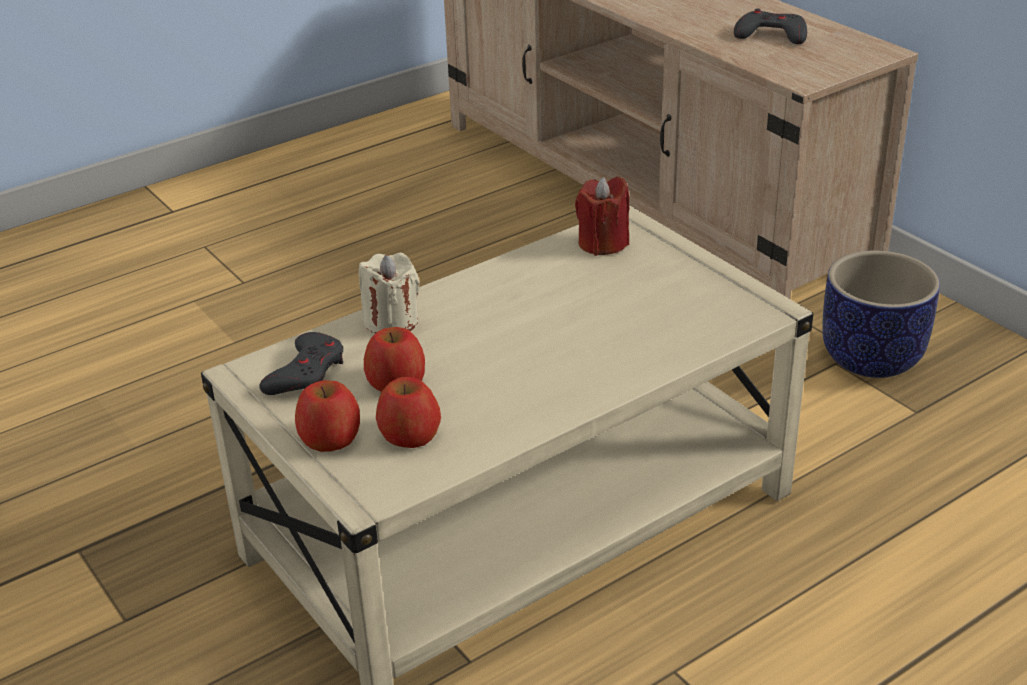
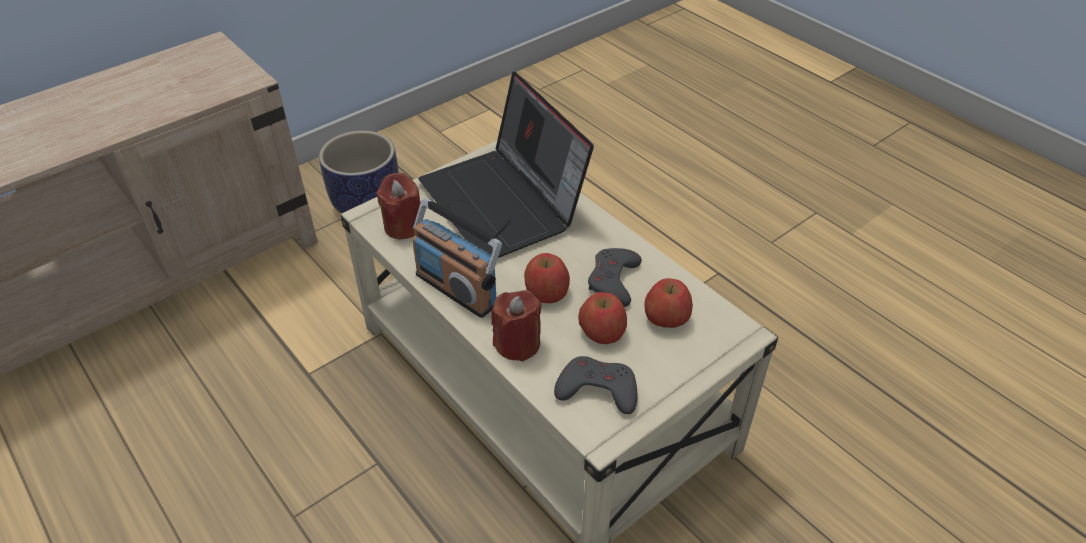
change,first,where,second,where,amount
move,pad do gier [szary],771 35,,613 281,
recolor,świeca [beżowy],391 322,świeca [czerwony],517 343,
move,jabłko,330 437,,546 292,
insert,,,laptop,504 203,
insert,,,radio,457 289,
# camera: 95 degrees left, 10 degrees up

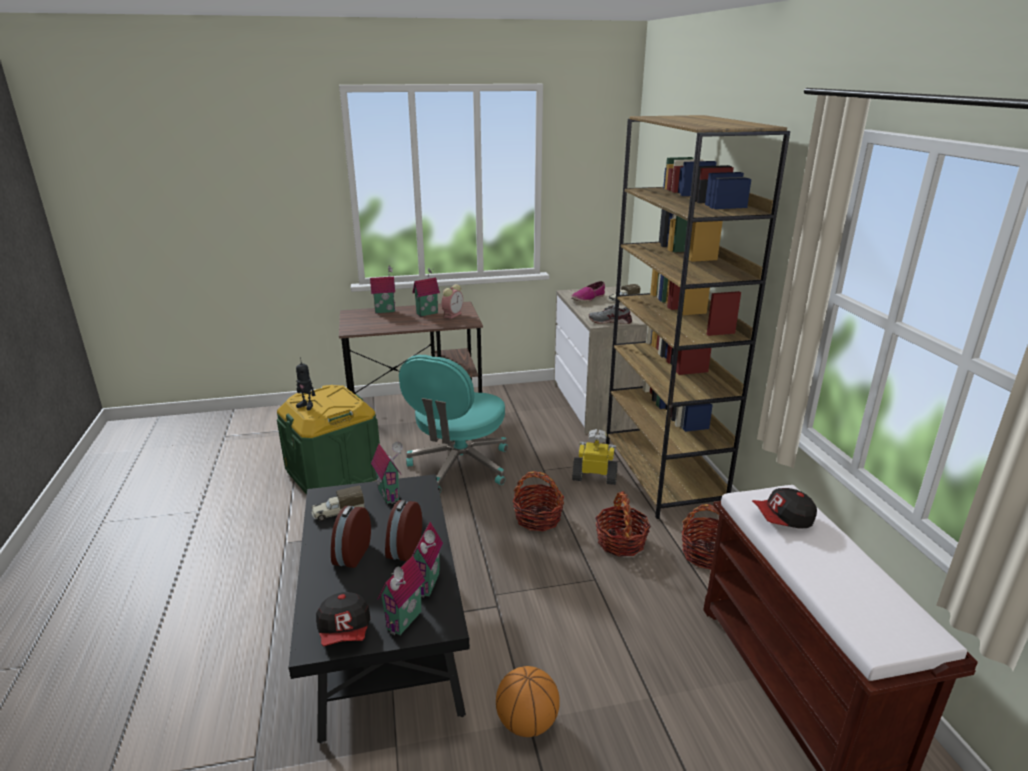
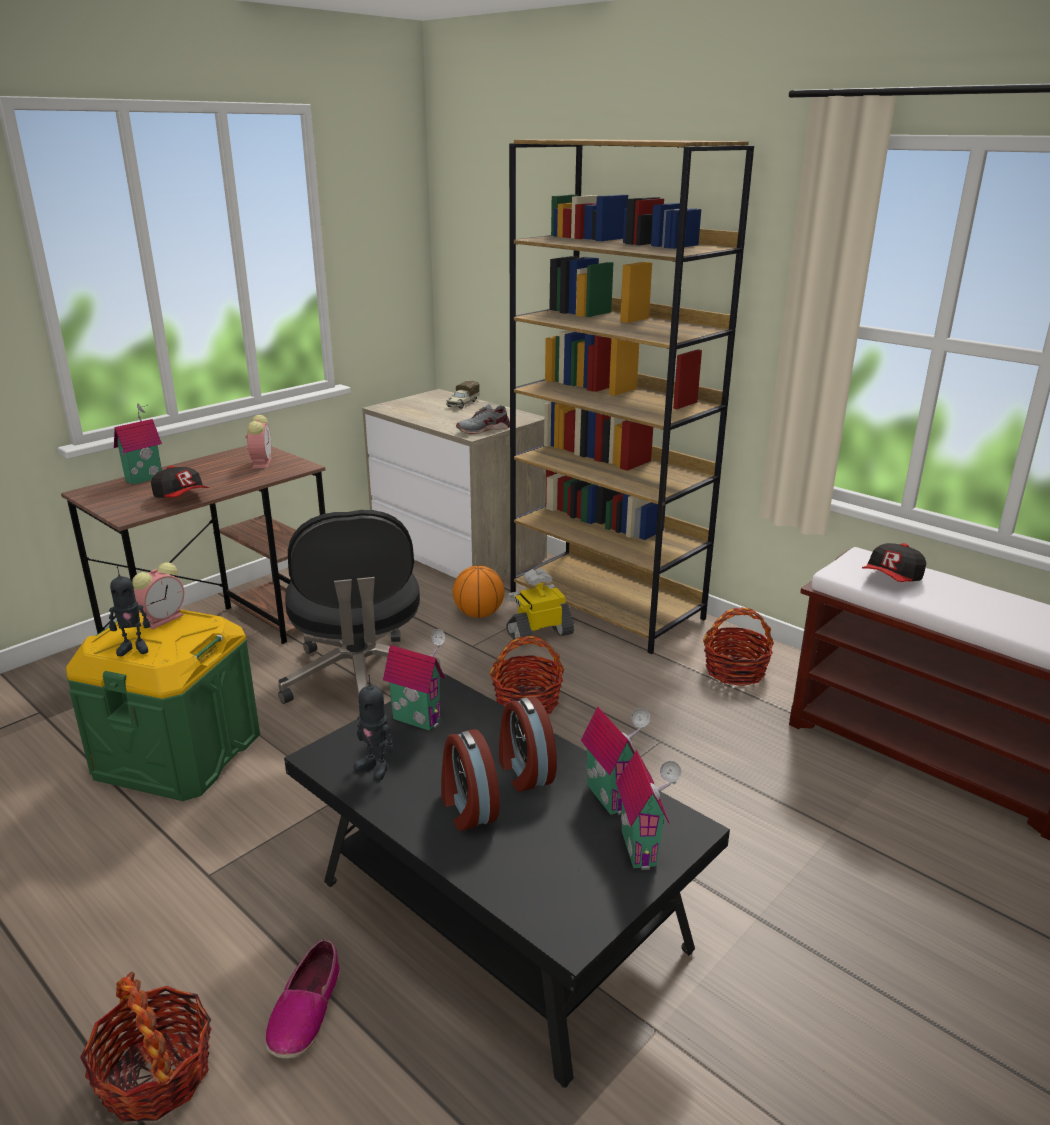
change,first,where,second,where,amount
delete,domek,426 313,,,
move,but,588 298,,305 1010,
recolor,krzesło biurowe [turkusowy],459 467,krzesło biurowe [czarny],360 680,
replace,ciężarówka zabawkowa,338 512,robot zabawkowy,375 767,
move,koszyk,620 542,,156 1074,
move,czapka z daszkiem,345 631,,182 498,
move,piłka do koszykówki,527 723,,479 614,
insert,,,budzik,164 618,
# camera: 35 degrees left, 0 degrees up

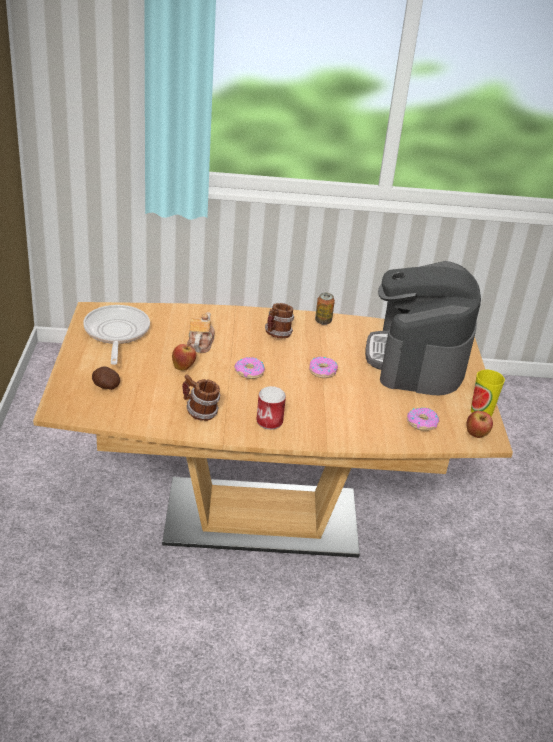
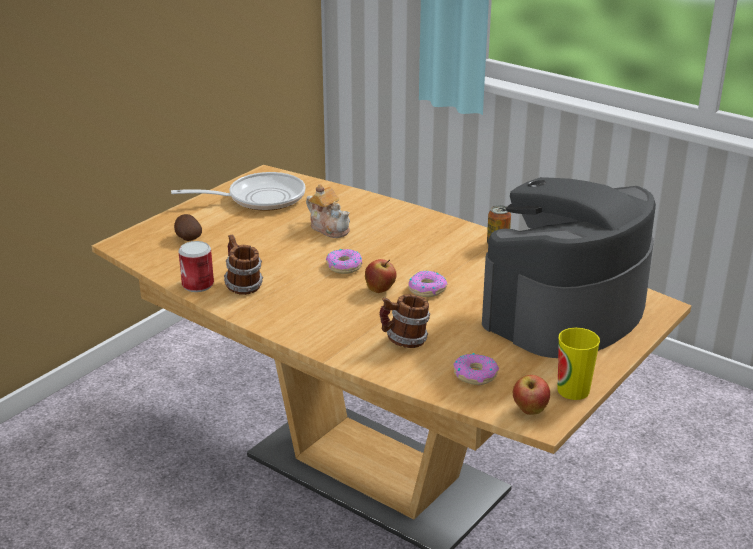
change,first,where,second,where,amount
move,kubek,277 335,,404 341,
rotate,patelnia,116 334,,259 198,45 degrees clockwise
rotate,imbryk,200 343,,329 228,90 degrees clockwise
move,jabłko,183 367,,380 290,
move,puszka,269 422,,198 284,
# camera: 40 degrees right, 5 degrees down

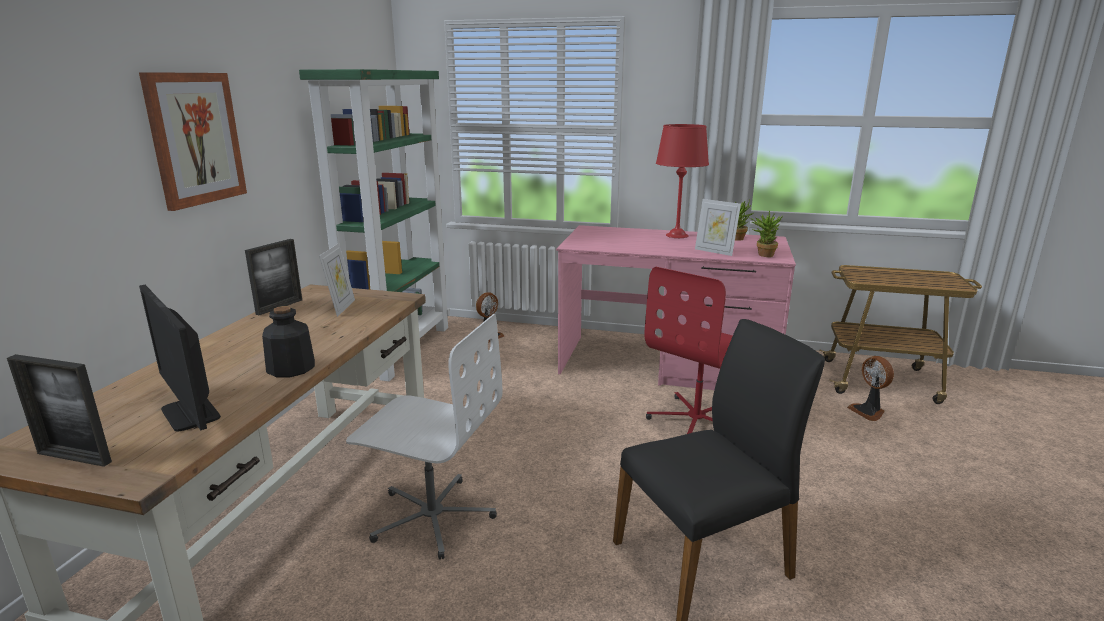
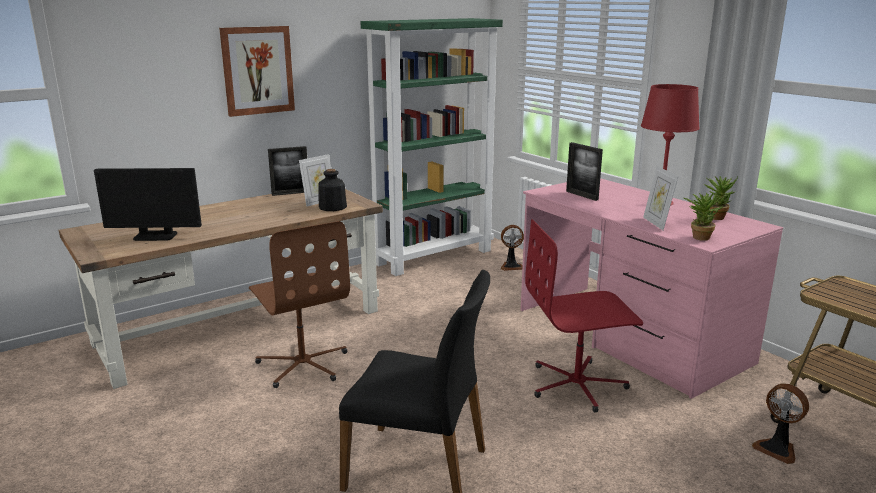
change,first,where,second,where,amount
rotate,monitor,191 413,,155 236,90 degrees counterclockwise
move,butelka,290 368,,332 207,
recolor,krzesło biurowe [biały],432 516,krzesło biurowe [brązowy],303 364,
move,ramka na zdjęcie,74 457,,582 195,
rotate,wentylator,868 411,,777 449,60 degrees counterclockwise
# camera: 40 degrees right, 0 degrees up

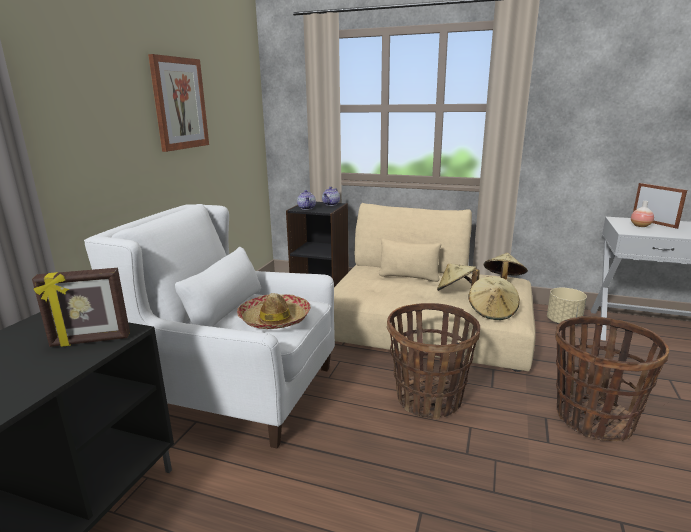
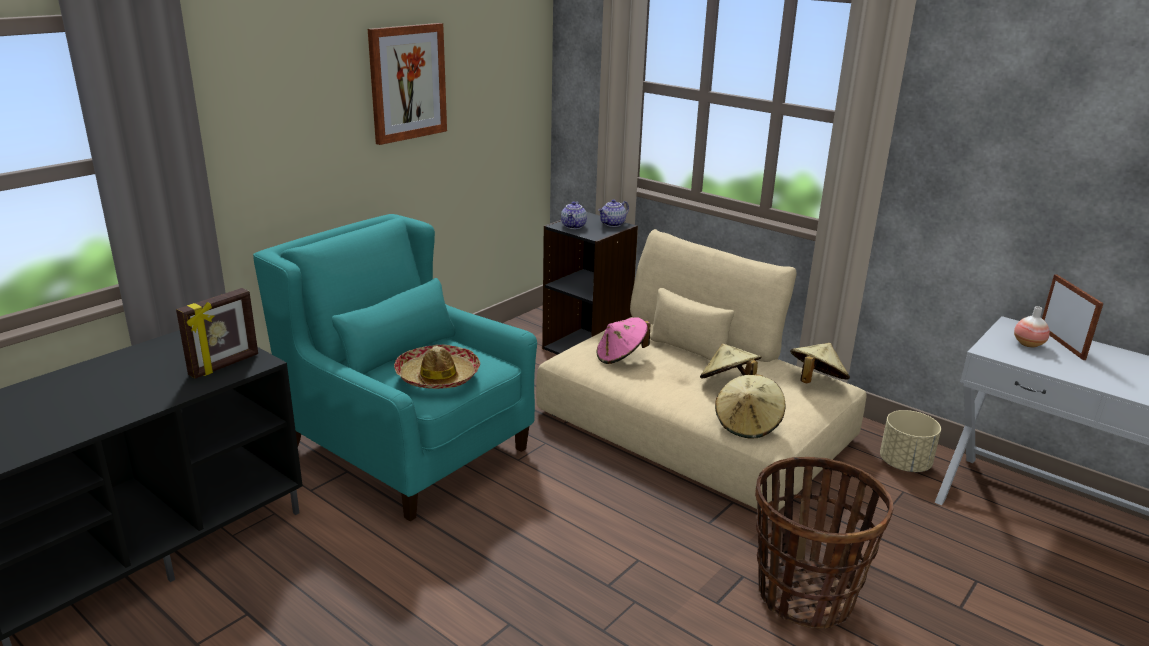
change,first,where,second,where,amount
recolor,fotel [biały],237 390,fotel [turkusowy],408 448,
rotate,ramka na zdjęcie,90 341,,225 365,60 degrees counterclockwise
delete,koszyk,429 398,,,
insert,,,kapelusz [różowy],621 357,
# camera: 20 degrees right, 5 degrees up

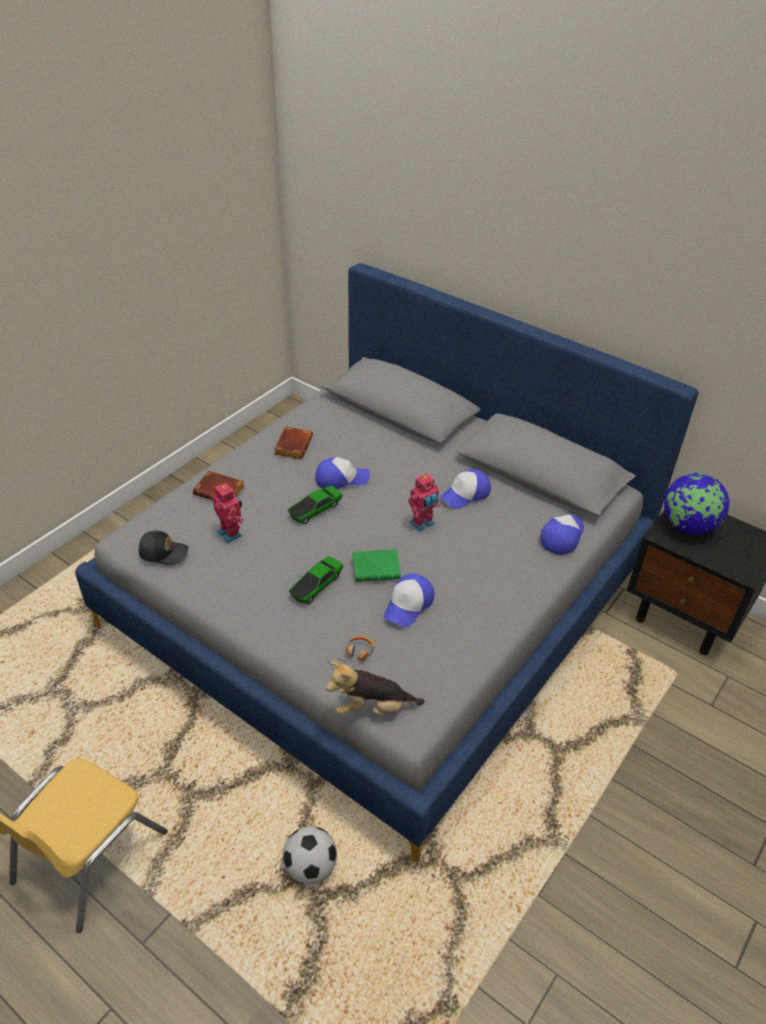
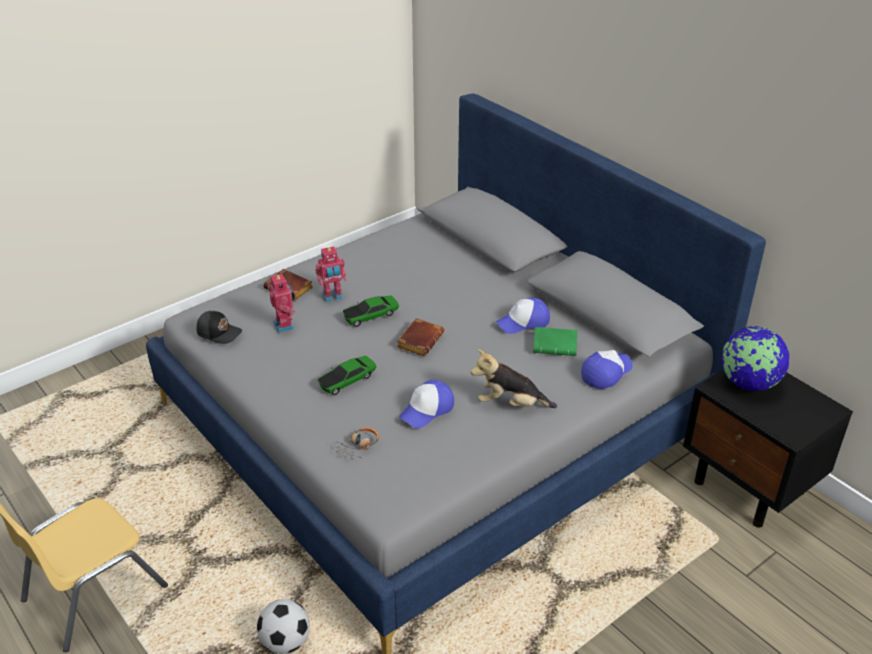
change,first,where,second,where,amount
move,książka [brązowy],292 445,,419 340,
delete,czapka z daszkiem,341 478,,,
move,robot zabawkowy,422 524,,333 297,
move,książka [zielony],377 568,,556 345,
move,pluszak,372 708,,510 404,
# camera: 15 degrees right, 5 degrees down

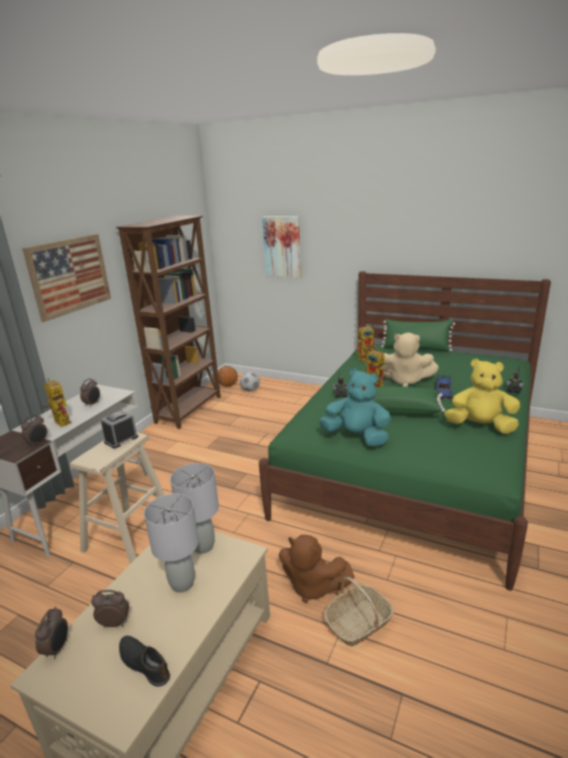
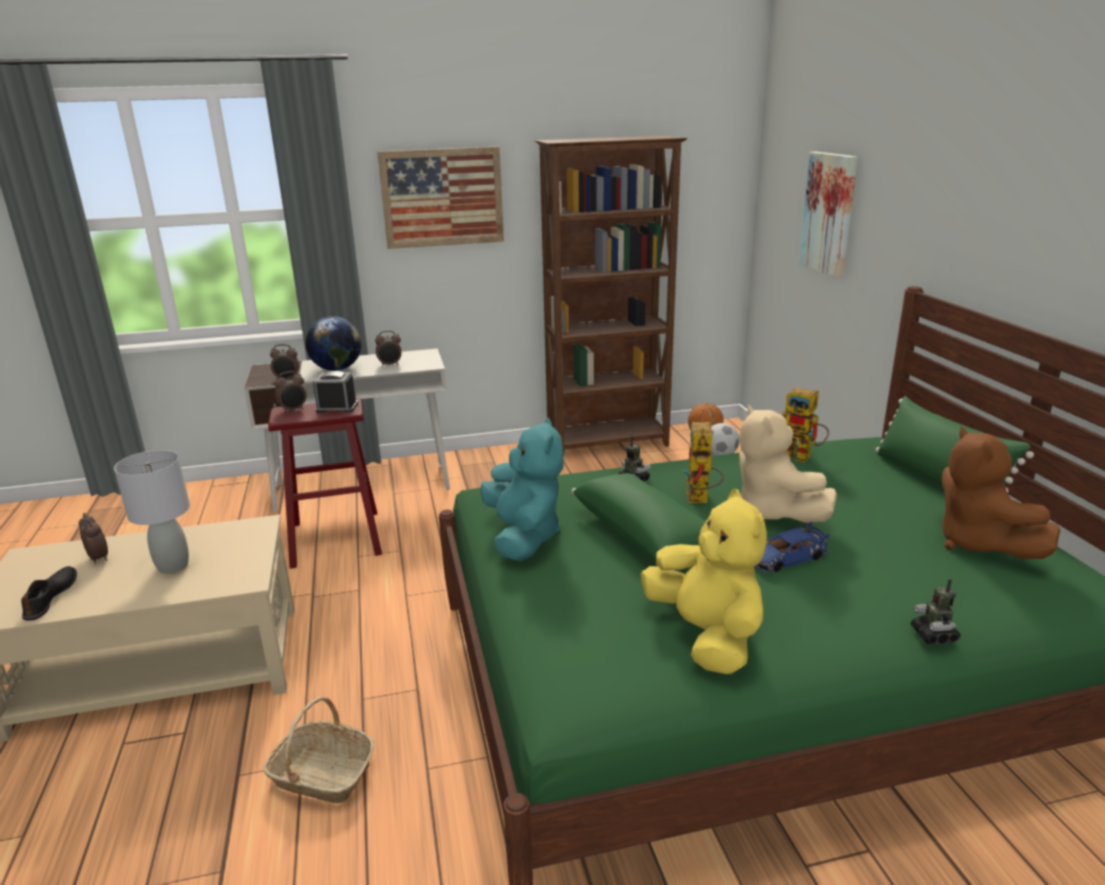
change,first,where,second,where,amount
replace,robot zabawkowy,59 422,globus,337 369,
recolor,stołek [beżowy],130 538,stołek [czerwony],335 538,
delete,lampa stołowa [szary],203 546,,,
move,pluszak [brązowy],312 586,,978 543,
move,budzik,57 648,,293 410,
# camera: 50 degrees right, 0 degrees up

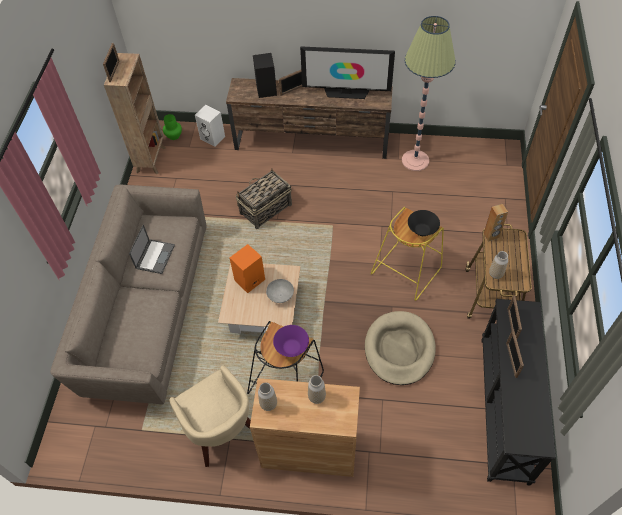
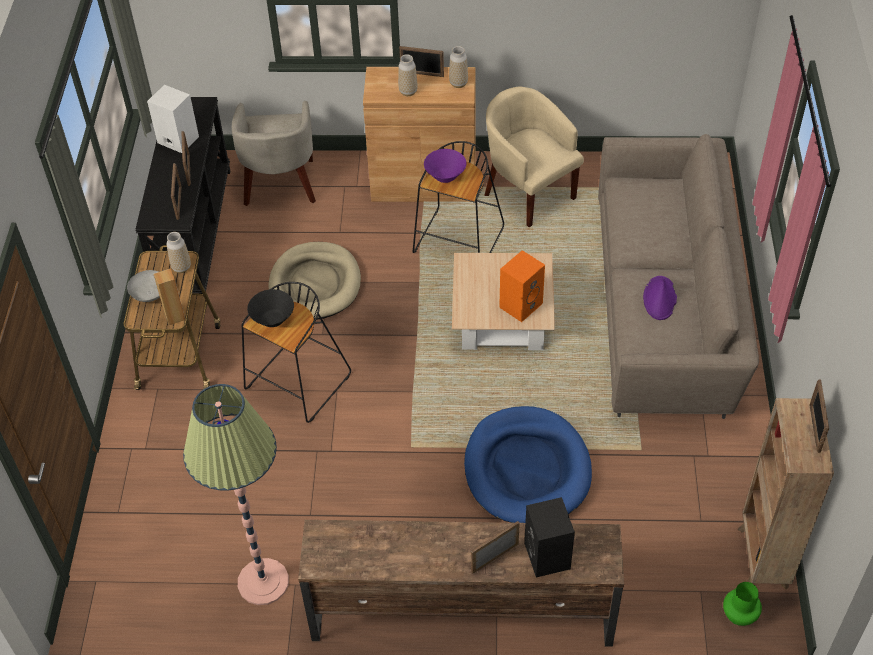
change,first,where,second,where,amount
delete,telewizor,346 92,,,
move,głośnik [biały],213 137,,177 140,
replace,koszyk,265 209,legowisko [niebieski],527 469,
recolor,stołek [żółty],406 270,stołek [czarny],298 384,
replace,laptop,155 256,kapelusz [fioletowy],660 299,
move,miska [szary],281 295,,149 295,
insert,,,ramka na zdjęcie,422 74,
insert,,,fotel [beżowy],280 185,
# camera: 175 degrees right, 5 degrees down

